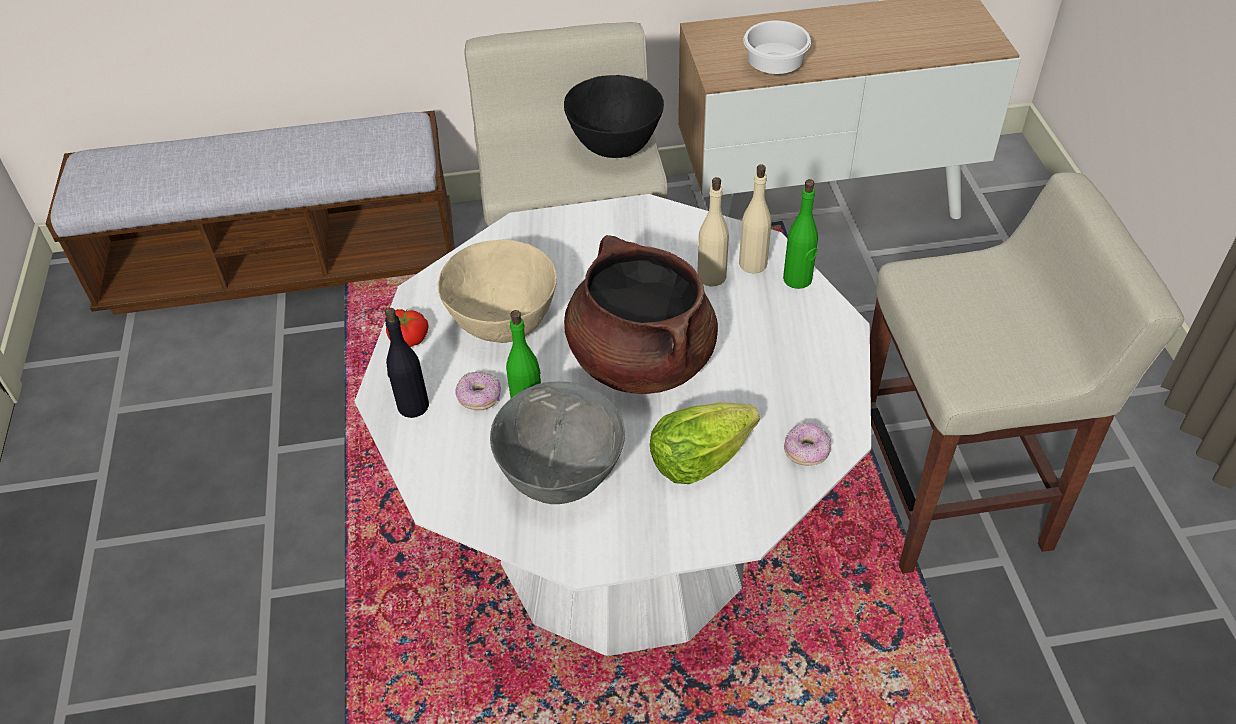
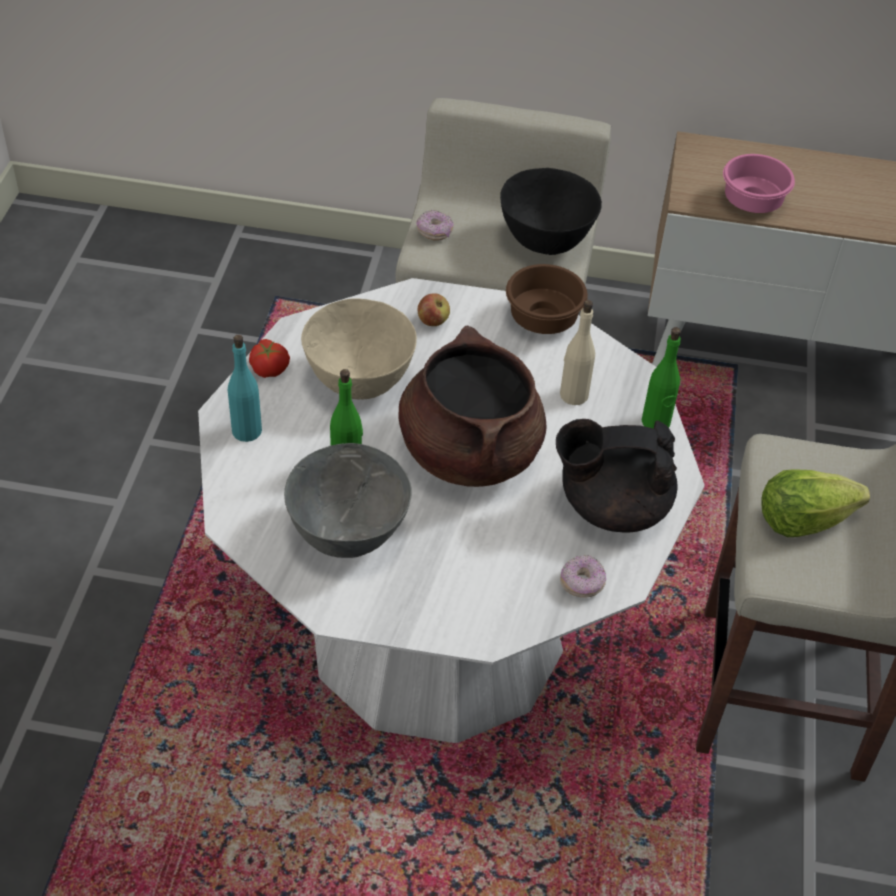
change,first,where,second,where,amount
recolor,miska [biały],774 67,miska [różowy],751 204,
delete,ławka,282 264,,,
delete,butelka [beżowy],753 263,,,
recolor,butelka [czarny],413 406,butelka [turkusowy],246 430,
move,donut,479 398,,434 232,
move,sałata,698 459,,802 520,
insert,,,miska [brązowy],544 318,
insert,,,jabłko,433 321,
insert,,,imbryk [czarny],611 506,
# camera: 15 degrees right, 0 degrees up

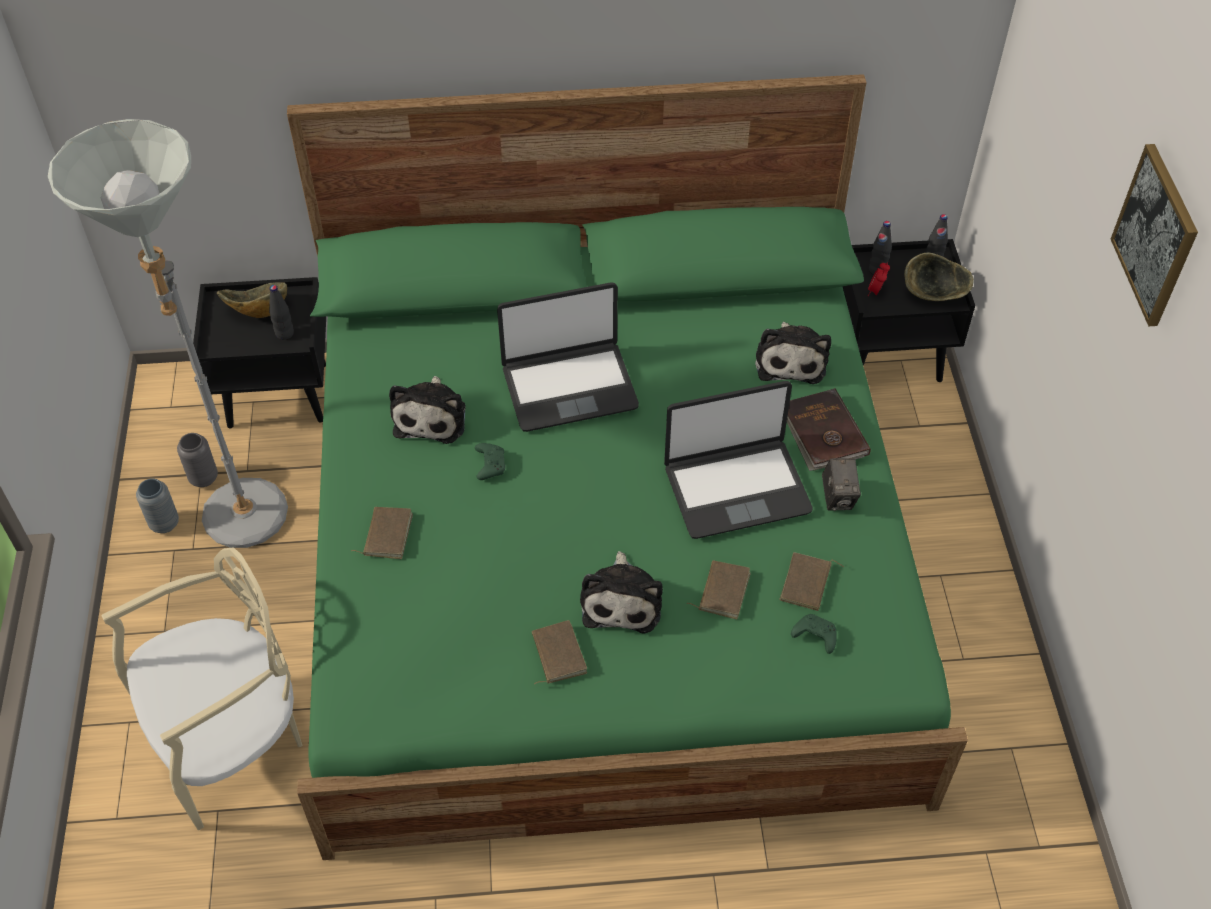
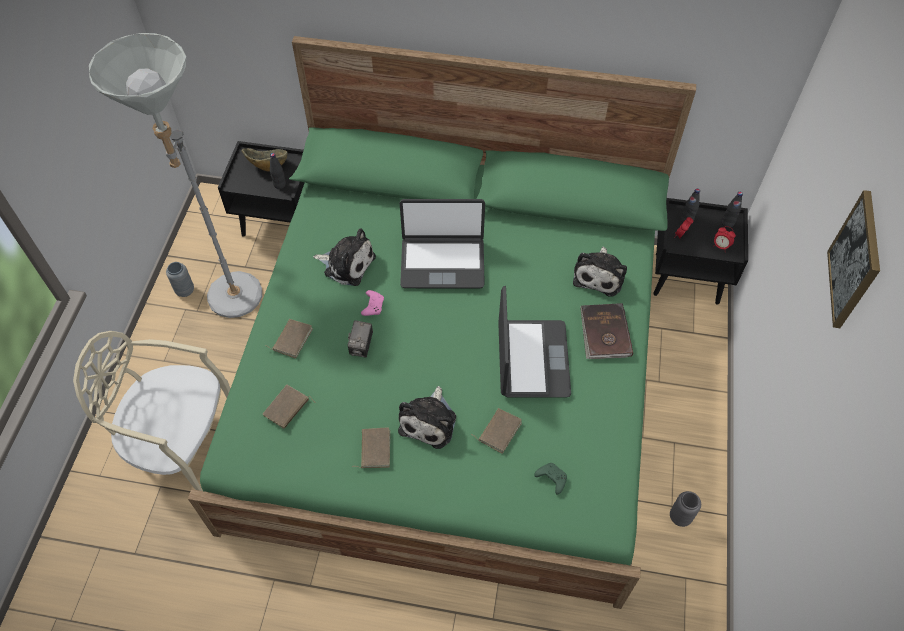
change,first,where,second,where,amount
replace,miska,933 295,budzik,720 246,
rotate,pluszak,432 416,,347 264,90 degrees counterclockwise
rotate,laptop,736 488,,532 359,90 degrees counterclockwise
move,wazon [szary],204 478,,680 517,
recolor,pad do gier [zielony],490 465,pad do gier [różowy],373 306,
move,aparat fotograficzny,838 497,,361 347,
rotate,krzesło [beżowy],230 739,,181 441,150 degrees counterclockwise
move,książka [brązowy],807 584,,287 408,
# camera: 15 degrees right, 5 degrees up

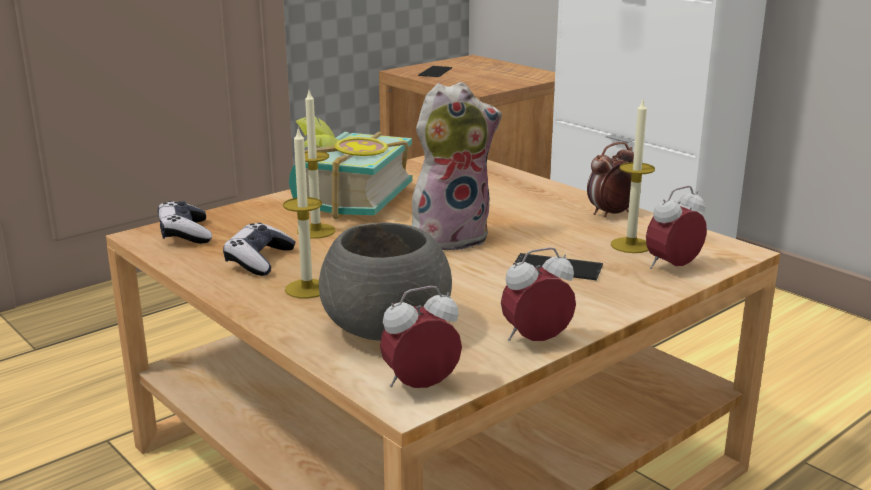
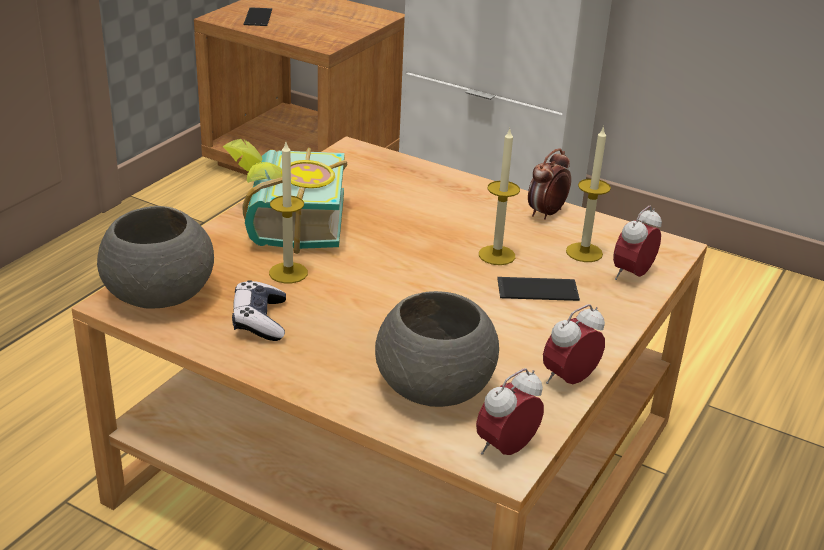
change,first,where,second,where,amount
delete,pluszak,450 237,,,
move,świeca,307 289,,497 255,
replace,pad do gier,185 234,miska [szary],157 295,
# camera: 20 degrees left, 10 degrees up

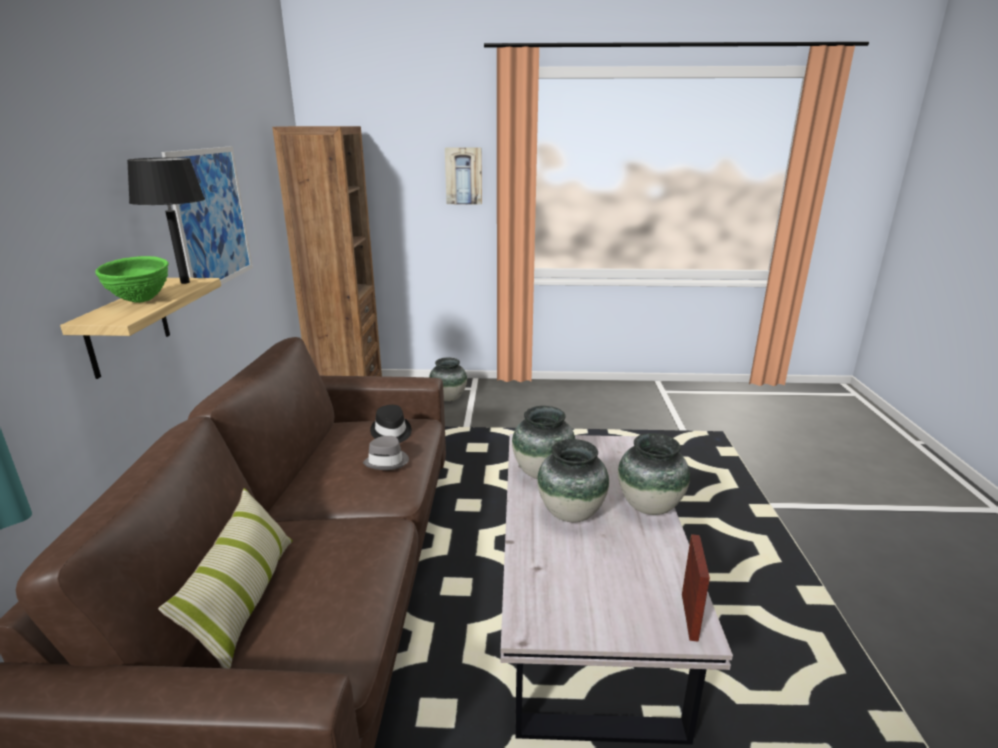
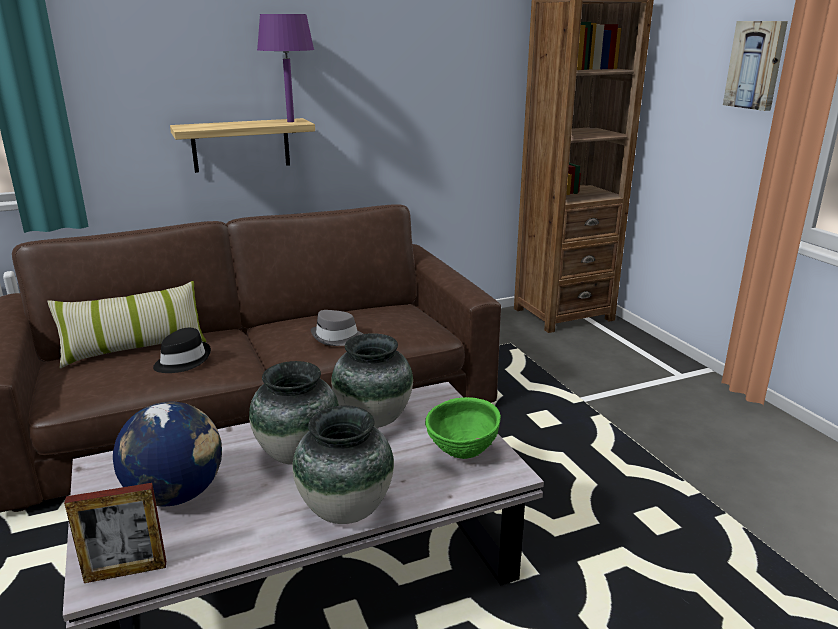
change,first,where,second,where,amount
delete,obraz,212 218,,,
recolor,lampa stołowa [czarny],185 282,lampa stołowa [fioletowy],290 121,
move,miska [zielony],140 301,,462 453,
delete,wazon,449 398,,,
move,kapelusz [czarny],391 432,,182 360,
insert,,,globus,176 494,
# camera: 65 degrees right, 0 degrees up

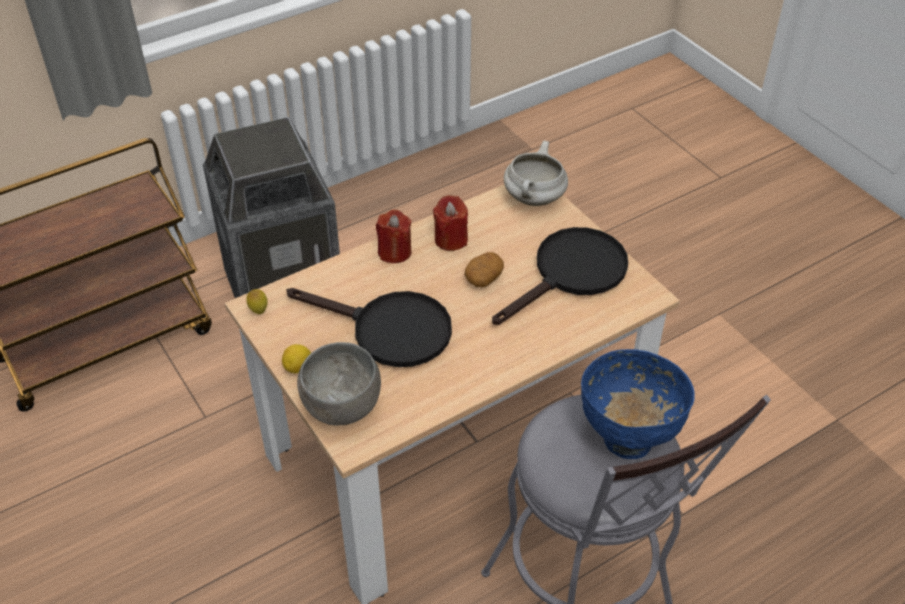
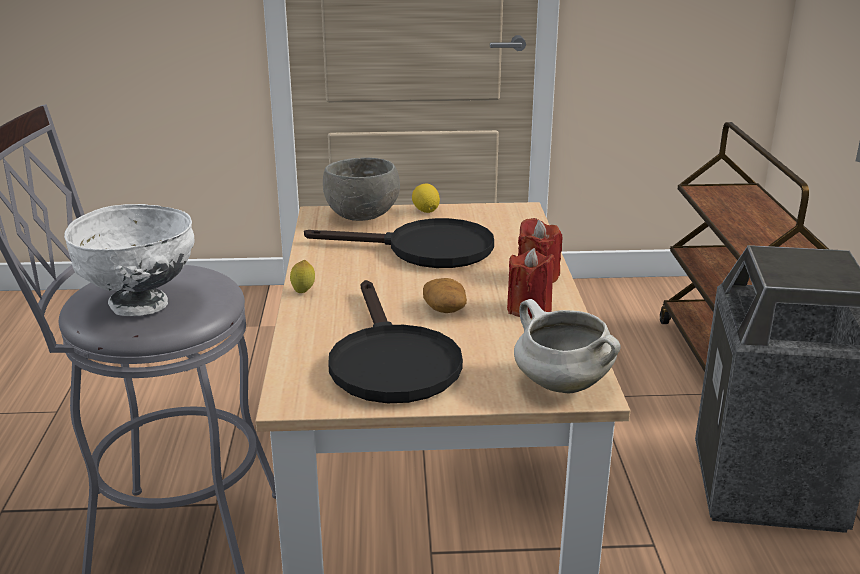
change,first,where,second,where,amount
rotate,patelnia [czarny],389 330,,425 250,135 degrees counterclockwise
move,cytryna,258 311,,303 292,
recolor,miska [niebieski],628 437,miska [biały],140 305,
# camera: 120 degrees right, 20 degrees down

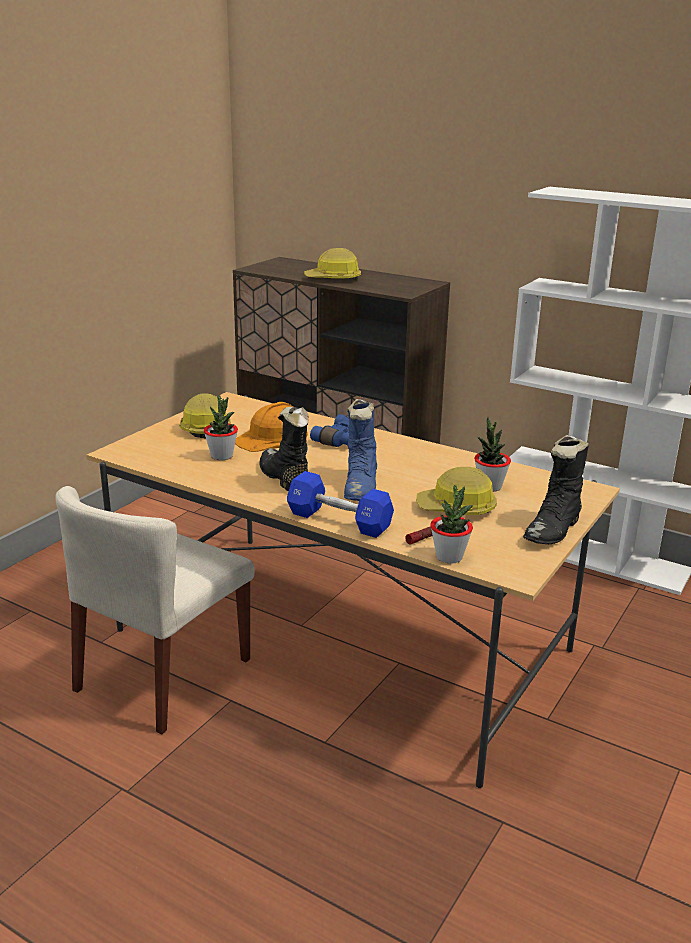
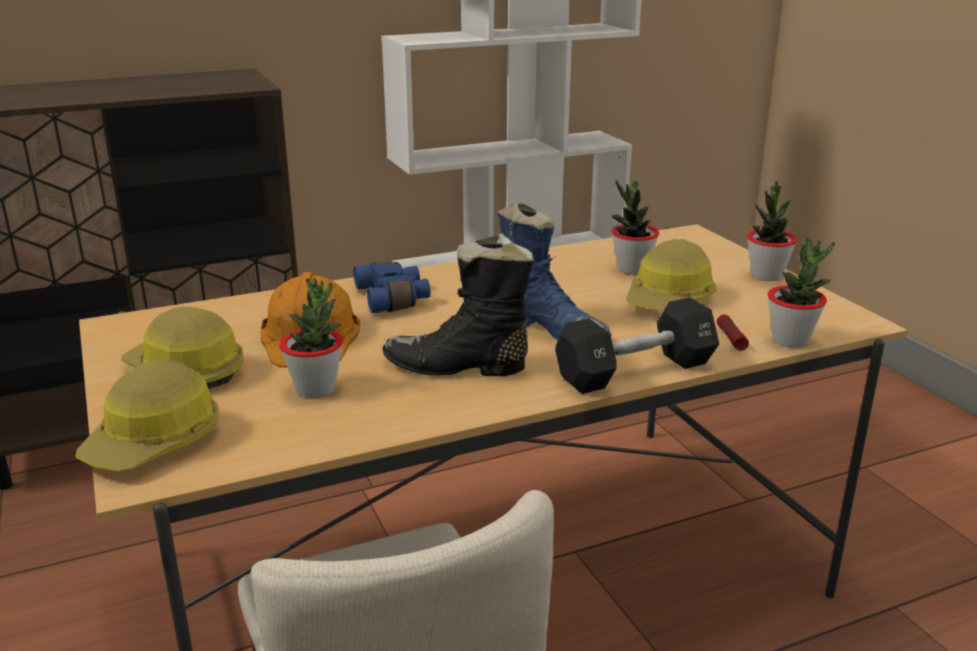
change,first,where,second,where,amount
move,kask,333 279,,156 442,
replace,but z cholewką [czarny],554 530,roślina doniczkowa,766 275,
recolor,hantel [niebieski],339 521,hantel [czarny],635 371,
# camera: 55 degrees left, 0 degrees up

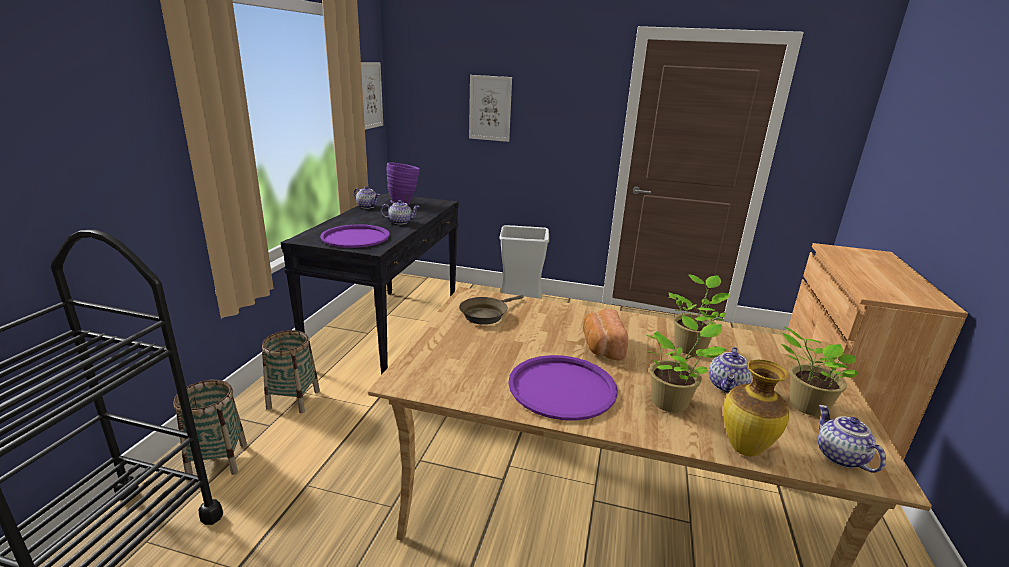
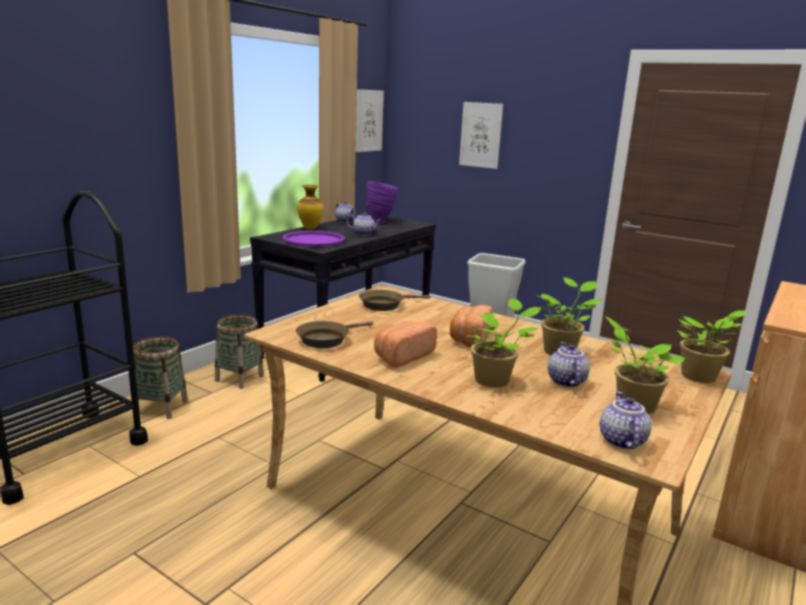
change,first,where,second,where,amount
rotate,imbryk,728 387,,565 381,135 degrees clockwise
replace,taca [fioletowy],562 387,chleb,402 356,
move,wazon,743 448,,310 228,
insert,,,roślina doniczkowa,700 377,
insert,,,patelnia [brązowy],326 339,
# camera: 20 degrees right, 5 degrees down

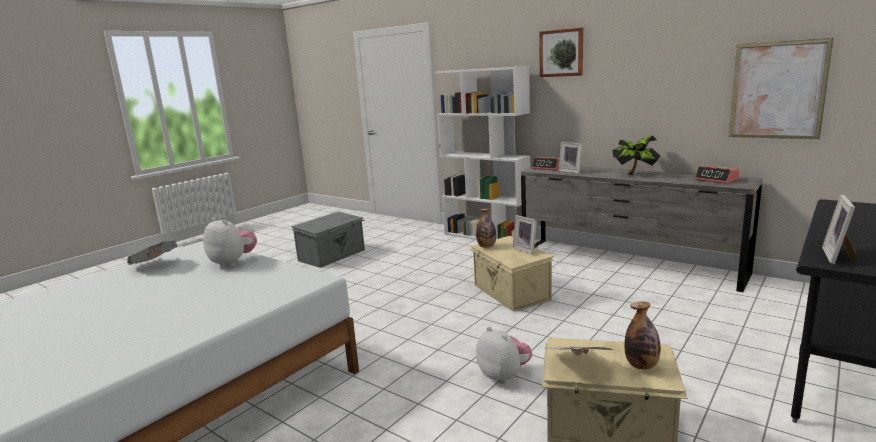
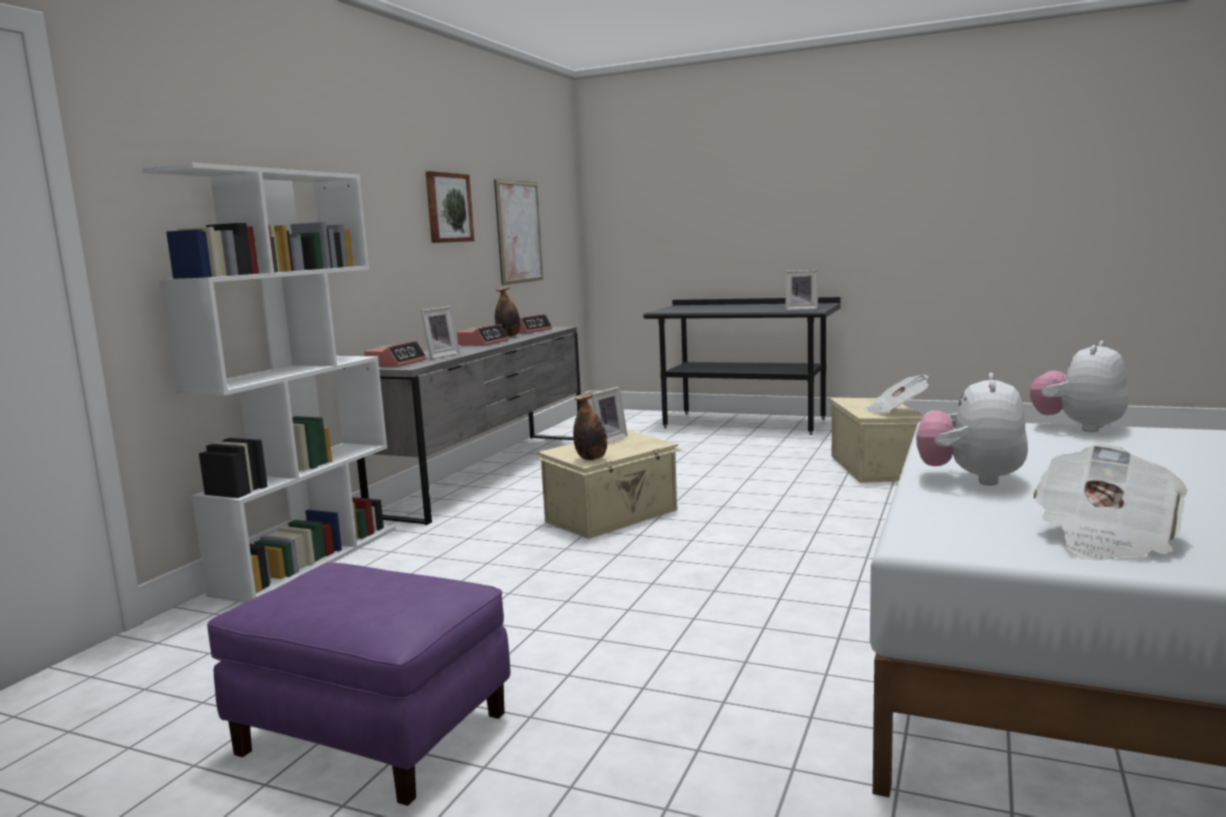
change,first,where,second,where,amount
move,obraz,561 53,,448 208,
replace,roślina doniczkowa,635 174,budzik,483 343,
replace,pojemnik do przechowywania [szary],332 255,pufa [fioletowy],371 734,
move,butelka,641 365,,509 336,
move,pluszak,504 376,,1078 427,
# camera: 105 degrees left, 5 degrees down

